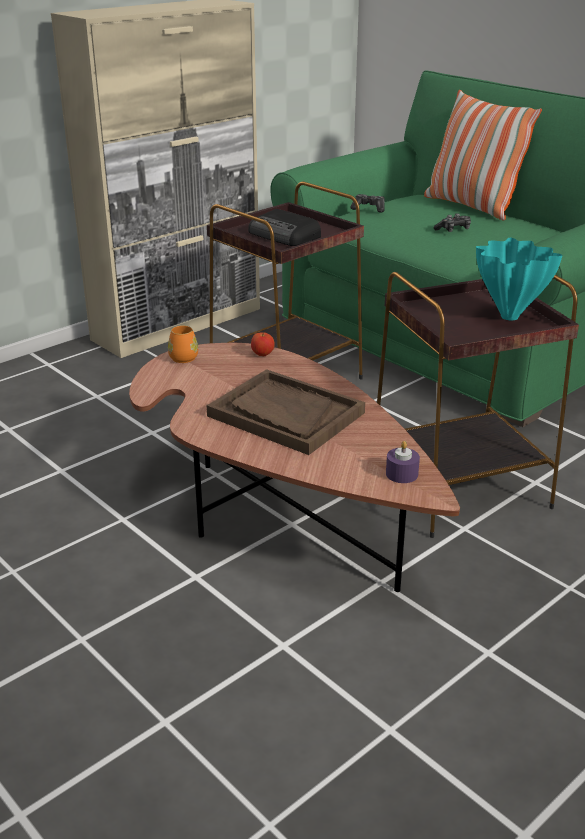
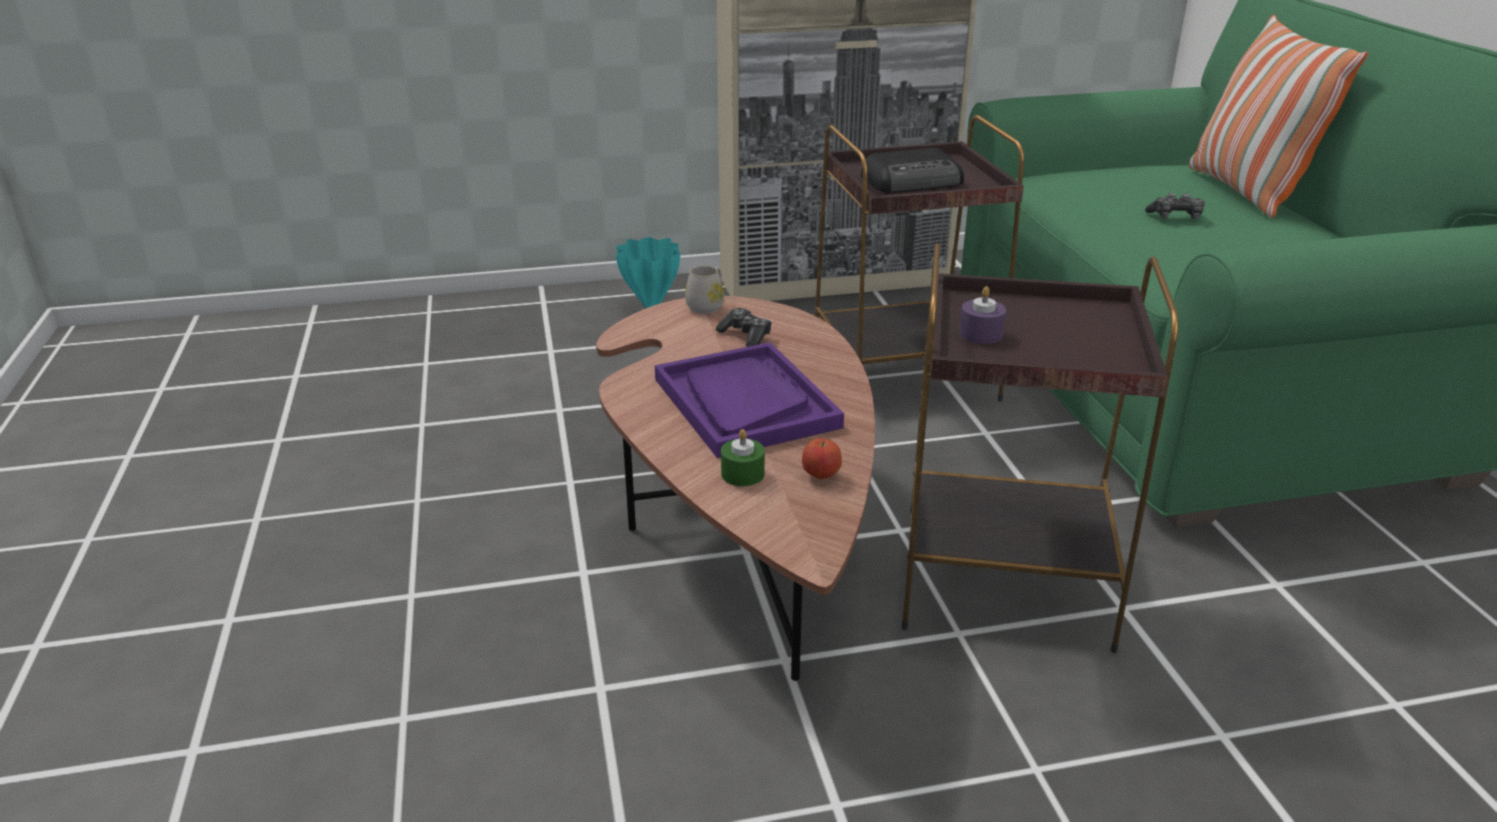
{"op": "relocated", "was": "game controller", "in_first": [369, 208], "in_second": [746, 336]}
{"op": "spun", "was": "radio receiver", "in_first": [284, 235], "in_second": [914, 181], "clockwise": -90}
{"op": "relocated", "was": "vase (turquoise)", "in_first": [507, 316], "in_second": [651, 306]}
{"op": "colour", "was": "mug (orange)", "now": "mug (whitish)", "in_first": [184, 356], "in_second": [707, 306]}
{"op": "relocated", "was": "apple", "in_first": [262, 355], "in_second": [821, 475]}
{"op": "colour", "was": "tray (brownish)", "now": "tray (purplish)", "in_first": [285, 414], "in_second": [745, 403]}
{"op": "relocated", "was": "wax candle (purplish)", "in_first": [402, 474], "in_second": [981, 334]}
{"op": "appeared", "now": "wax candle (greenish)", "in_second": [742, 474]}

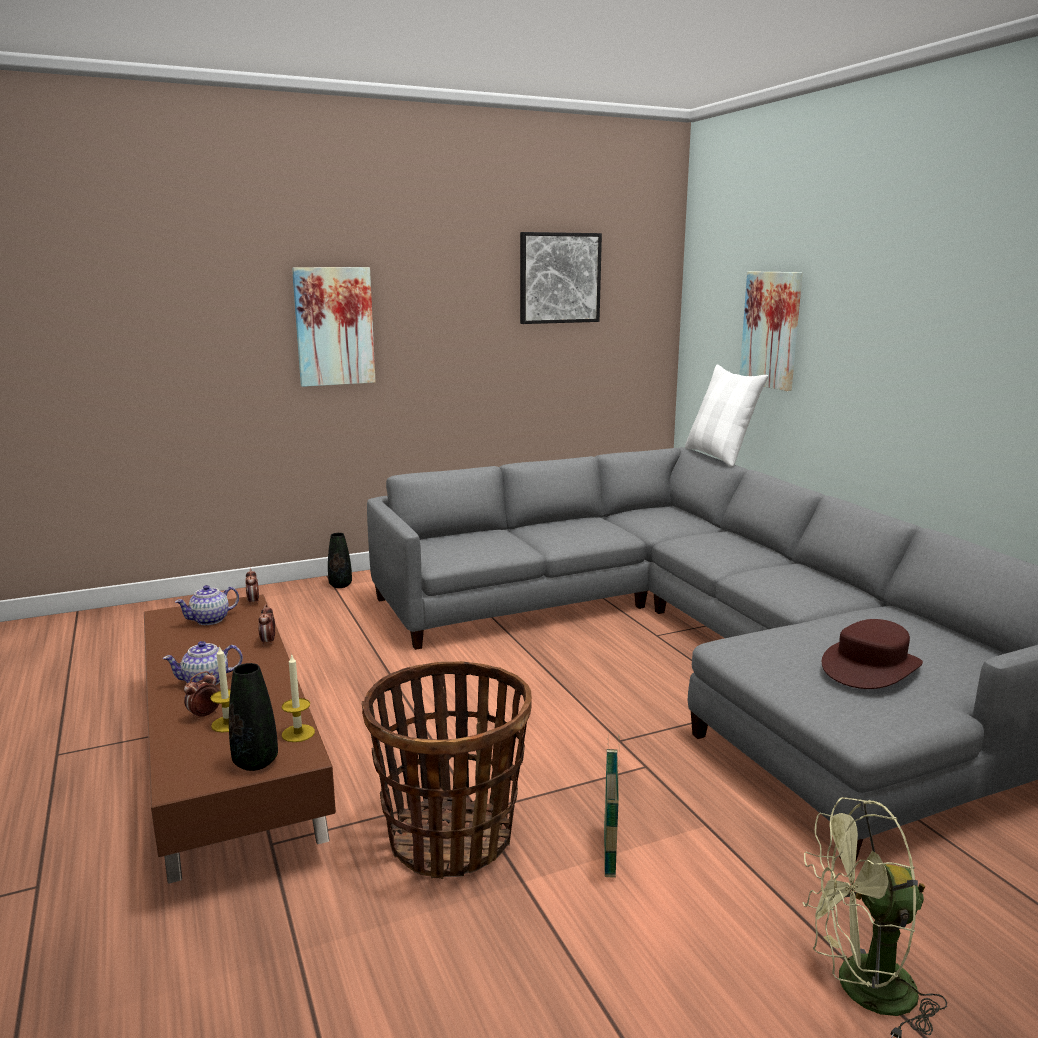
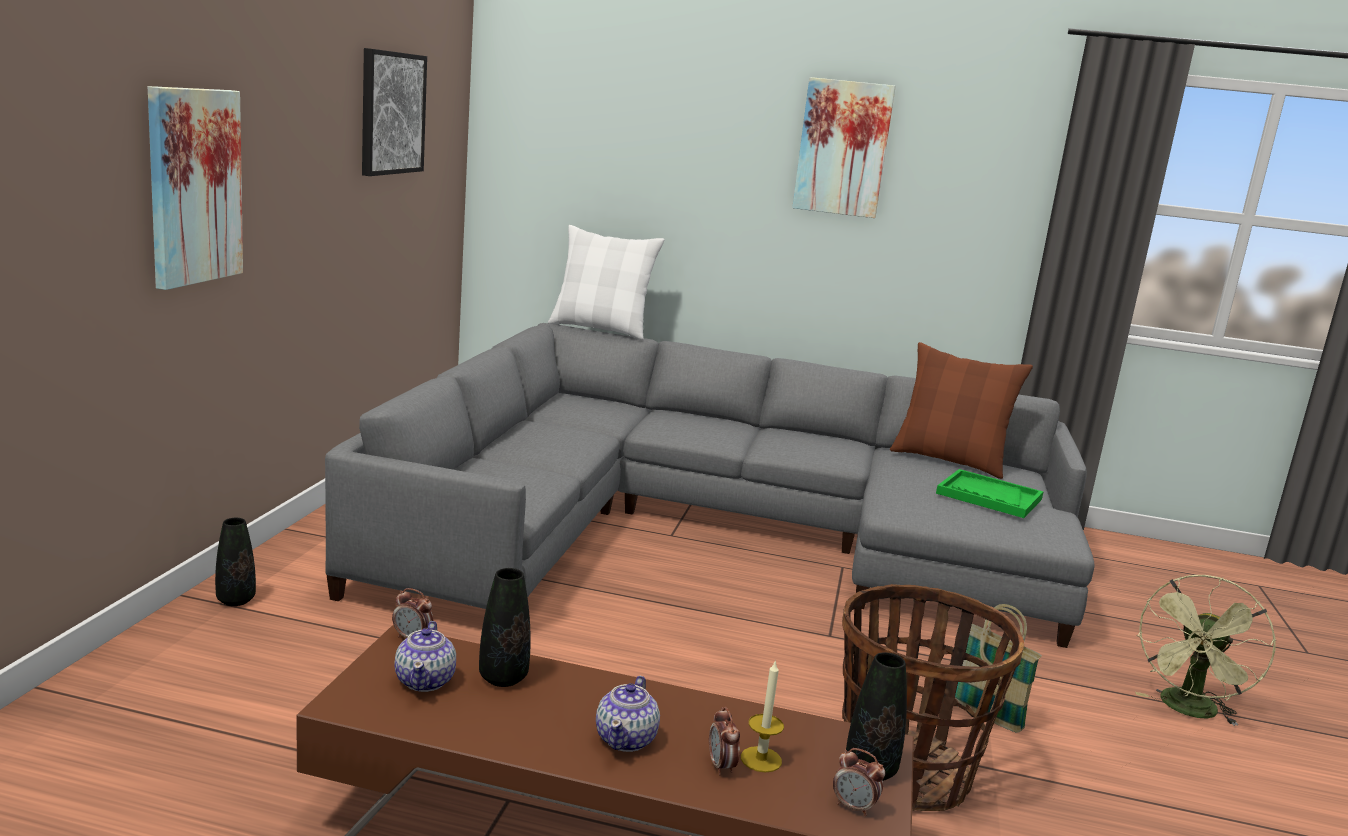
{"op": "relocated", "was": "picture", "in_first": [771, 330], "in_second": [843, 148]}
{"op": "relocated", "was": "bedside clock", "in_first": [268, 642], "in_second": [854, 807]}
{"op": "exchanged", "was": "clothing hat (brownish)", "now": "tray (greenish)", "in_first": [870, 667], "in_second": [988, 496]}
{"op": "missing", "was": "wax candle", "in_first": [298, 733]}
{"op": "appeared", "now": "throw pillow (brownish)", "in_second": [949, 460]}
{"op": "appeared", "now": "vase (blackish)", "in_second": [503, 678]}

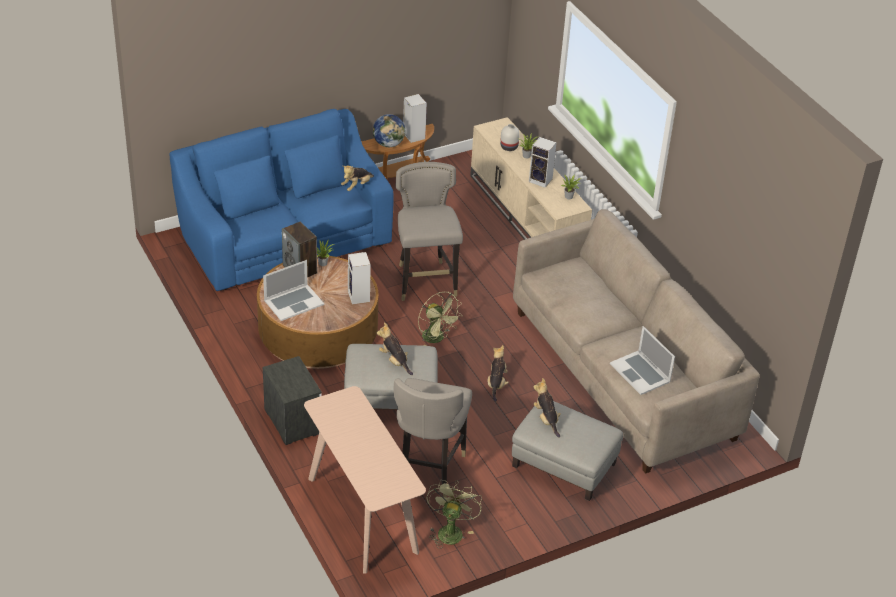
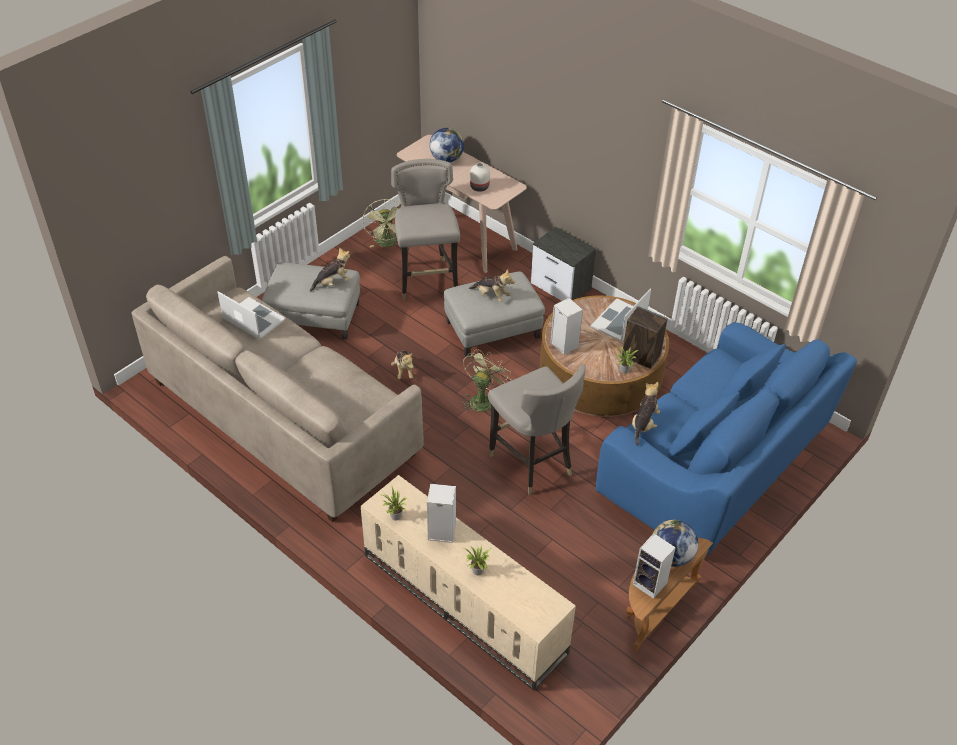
{"op": "relocated", "was": "vase (whitish)", "in_first": [508, 147], "in_second": [480, 187]}
{"op": "spun", "was": "cooling fan (greenish)", "in_first": [437, 338], "in_second": [483, 399], "clockwise": 90}
{"op": "spun", "was": "cuddly toy", "in_first": [546, 419], "in_second": [333, 283], "clockwise": -75}
{"op": "appeared", "now": "world globe", "in_second": [446, 159]}

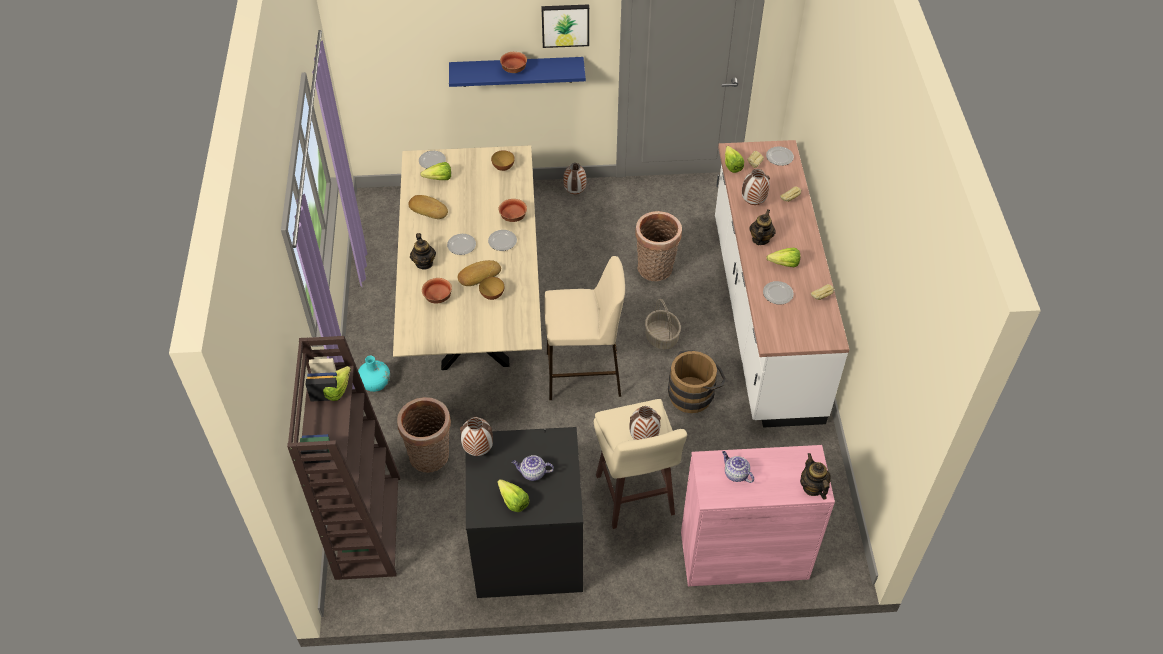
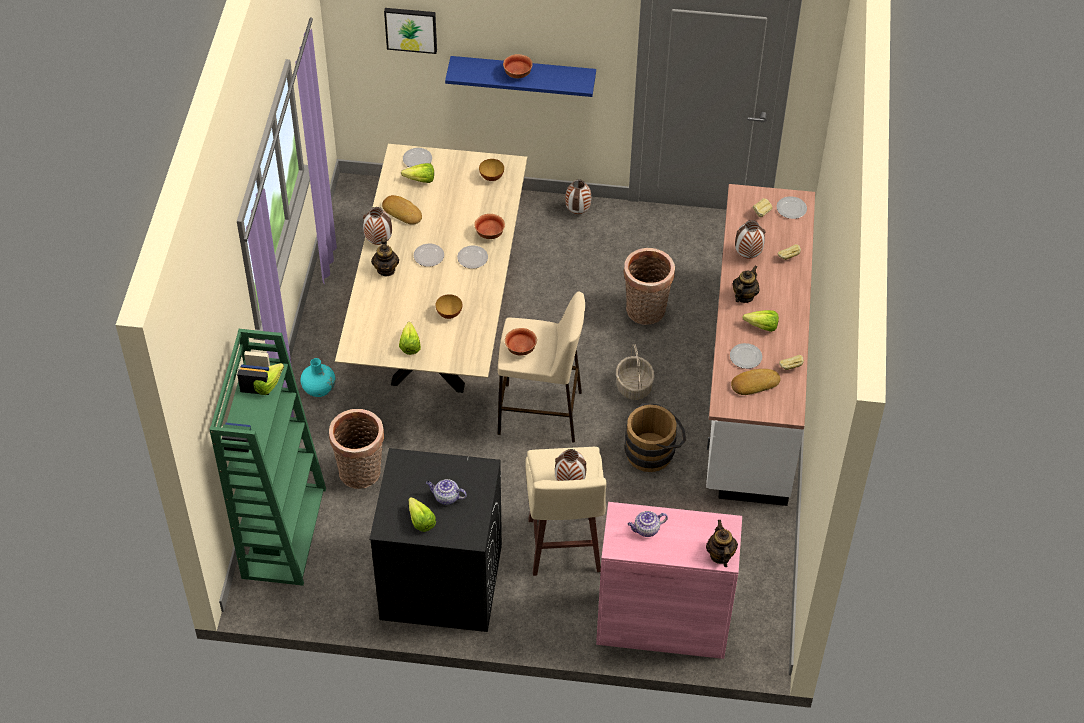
{"op": "relocated", "was": "picture", "in_first": [565, 24], "in_second": [411, 29]}
{"op": "relocated", "was": "lettuce", "in_first": [731, 164], "in_second": [410, 343]}
{"op": "relocated", "was": "bread", "in_first": [478, 275], "in_second": [754, 383]}
{"op": "relocated", "was": "serving bowl", "in_first": [438, 298], "in_second": [520, 350]}
{"op": "colour", "was": "bookshelf (brownish)", "now": "bookshelf (greenish)", "in_first": [367, 525], "in_second": [283, 531]}
{"op": "relocated", "was": "vase", "in_first": [478, 451], "in_second": [378, 242]}
{"op": "spun", "was": "tea pot", "in_first": [735, 474], "in_second": [646, 530], "clockwise": -75}

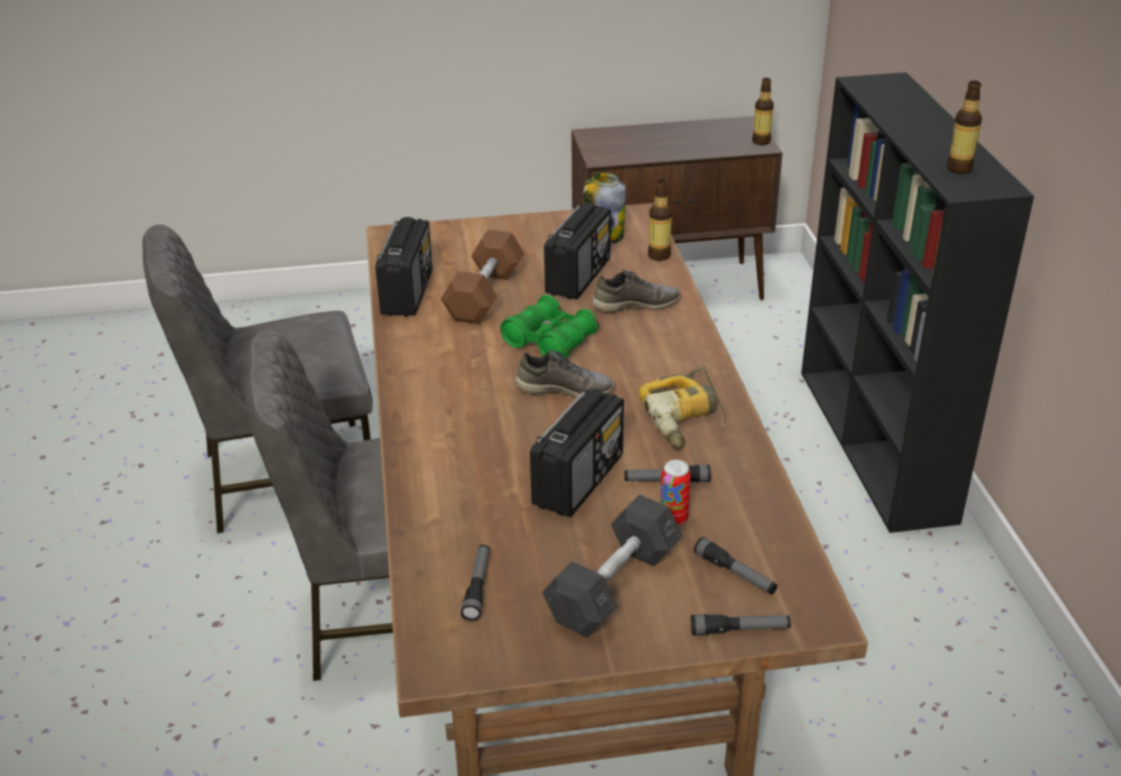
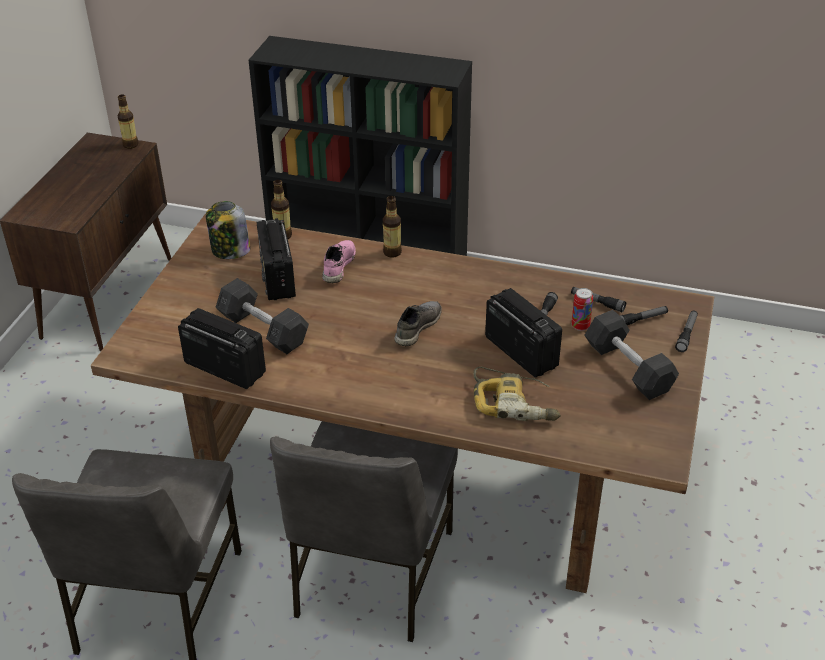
{"op": "relocated", "was": "drink bottle", "in_first": [959, 169], "in_second": [392, 252]}
{"op": "spun", "was": "radio receiver", "in_first": [579, 276], "in_second": [277, 278], "clockwise": -150}
{"op": "colour", "was": "hand weight (brownish)", "now": "hand weight (greyish)", "in_first": [484, 294], "in_second": [263, 329]}
{"op": "colour", "was": "low shoe (greyish)", "now": "low shoe (pinkish)", "in_first": [635, 304], "in_second": [338, 266]}
{"op": "missing", "was": "field glasses (greenish)", "in_first": [550, 341]}
{"op": "relocated", "was": "drill", "in_first": [686, 418], "in_second": [515, 403]}
{"op": "relocated", "was": "hand torch", "in_first": [477, 587], "in_second": [597, 302]}

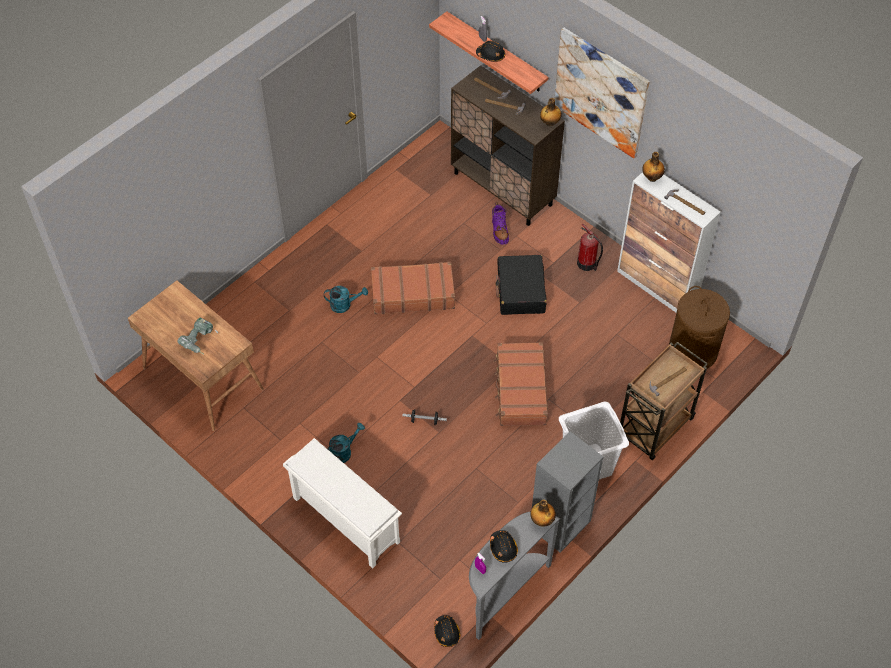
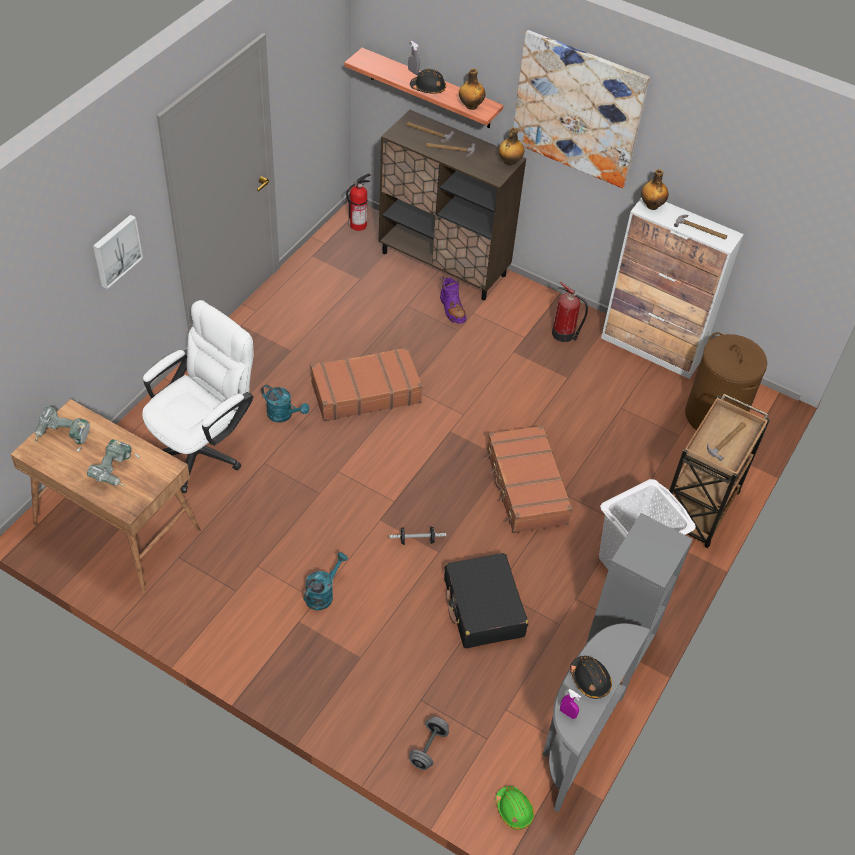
{"op": "relocated", "was": "piece of luggage (blackish)", "in_first": [520, 291], "in_second": [483, 608]}
{"op": "spun", "was": "watering can (turquoise)", "in_first": [344, 305], "in_second": [284, 415], "clockwise": 45}
{"op": "missing", "was": "shoe shelf (whitish)", "in_first": [344, 519]}
{"op": "relocated", "was": "drink bottle", "in_first": [542, 520], "in_second": [470, 106]}
{"op": "colour", "was": "safety helmet (blackish)", "now": "safety helmet (greenish)", "in_first": [446, 633], "in_second": [514, 810]}
{"op": "appeared", "now": "fire extinguisher", "in_second": [358, 224]}
{"op": "appeared", "now": "picture", "in_second": [116, 250]}
{"op": "appeared", "now": "computer chair (whitish)", "in_second": [204, 447]}
{"op": "appeared", "now": "drill", "in_second": [63, 436]}
{"op": "appeared", "now": "hand weight (greyish)", "in_second": [428, 748]}

